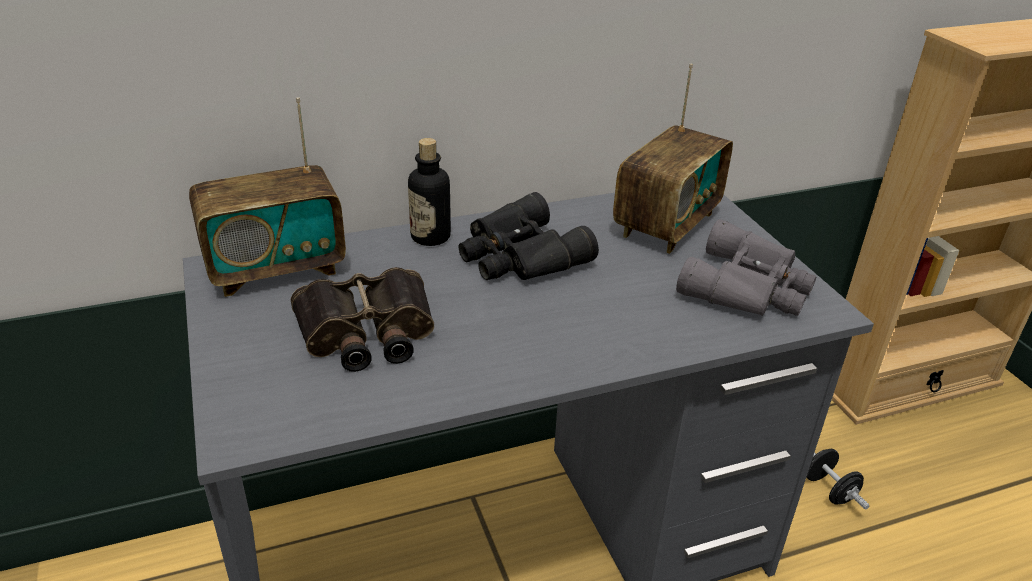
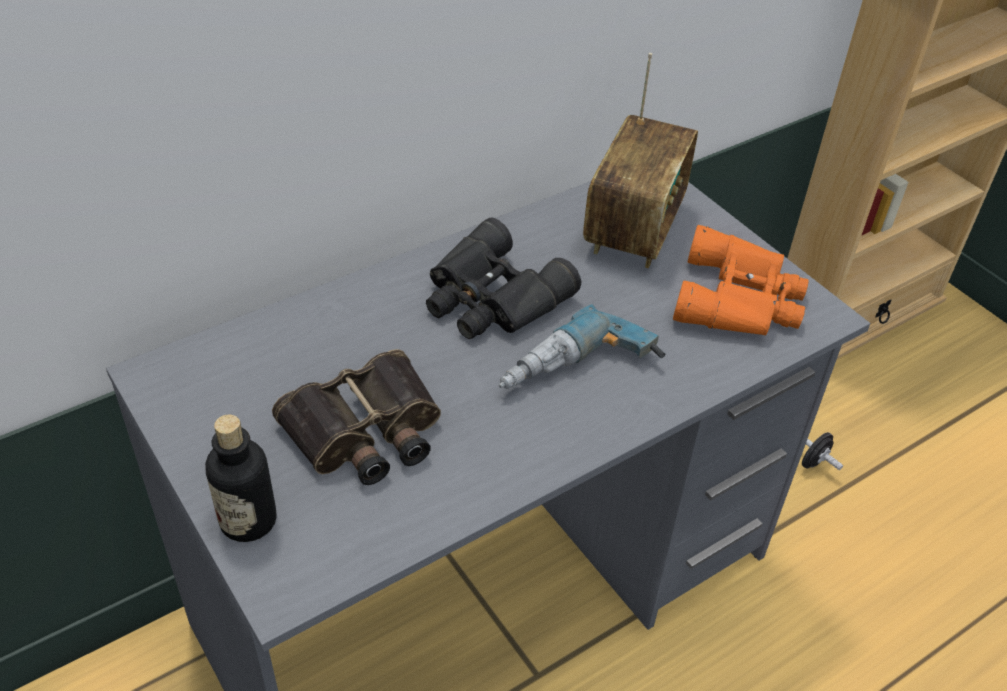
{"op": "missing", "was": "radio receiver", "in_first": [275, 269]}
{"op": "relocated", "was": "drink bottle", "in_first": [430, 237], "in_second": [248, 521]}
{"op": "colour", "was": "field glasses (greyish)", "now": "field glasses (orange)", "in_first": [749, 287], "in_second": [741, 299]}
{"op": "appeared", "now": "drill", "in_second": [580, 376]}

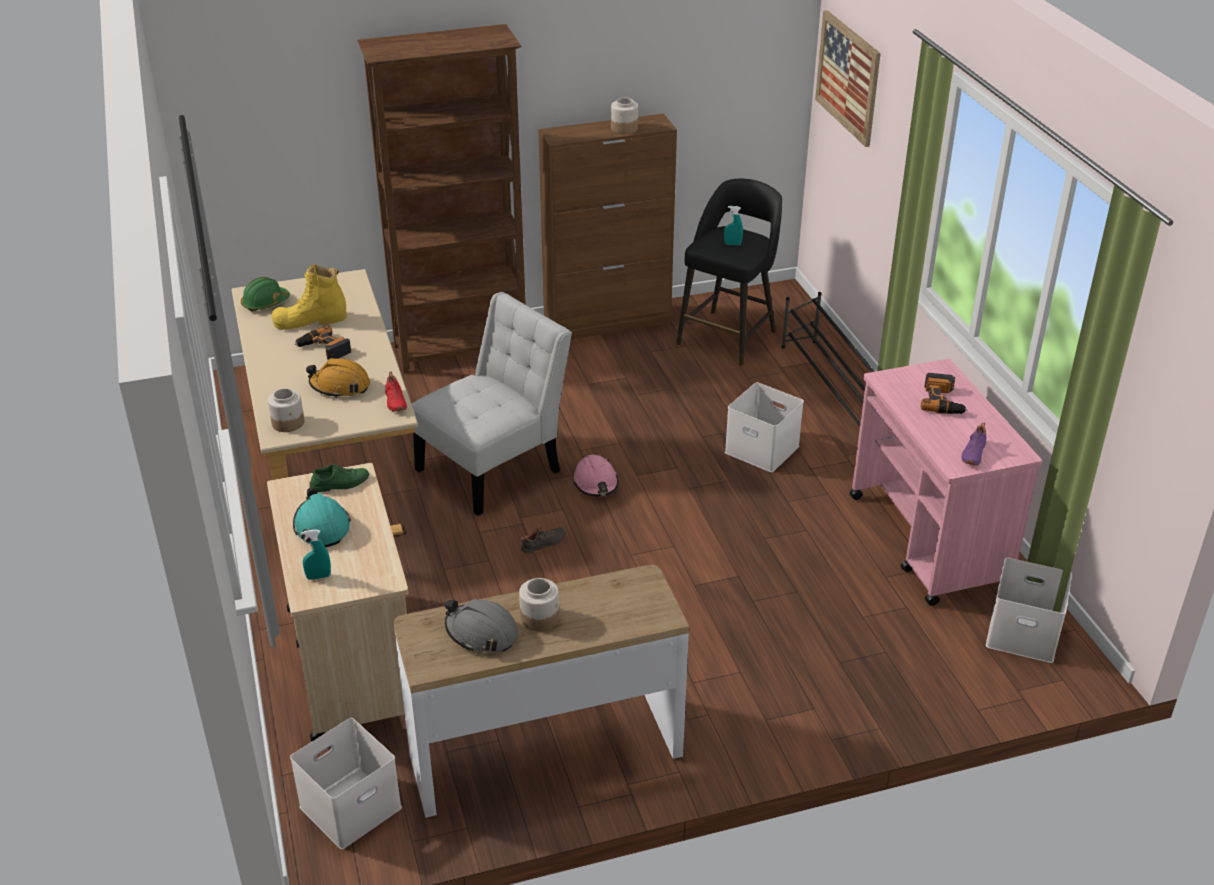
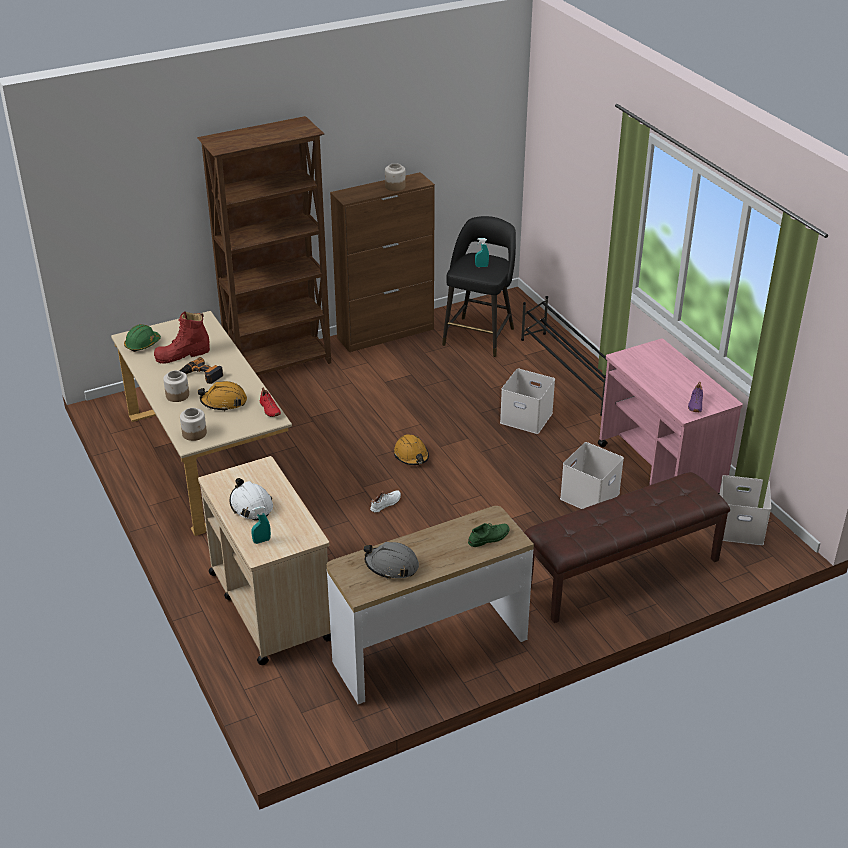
{"op": "missing", "was": "picture", "in_first": [848, 77]}
{"op": "colour", "was": "high-top boot (yellow-coloured)", "now": "high-top boot (reddish)", "in_first": [310, 320], "in_second": [182, 354]}
{"op": "missing", "was": "chair (whitish)", "in_first": [494, 467]}
{"op": "missing", "was": "drill", "in_first": [943, 401]}
{"op": "colour", "was": "safety helmet (pinkish)", "now": "safety helmet (orange)", "in_first": [596, 483], "in_second": [411, 456]}
{"op": "relocated", "was": "low shoe (greenish)", "in_first": [340, 483], "in_second": [489, 538]}
{"op": "colour", "was": "safety helmet (turquoise)", "now": "safety helmet (whitish)", "in_first": [321, 527], "in_second": [251, 505]}
{"op": "colour", "was": "low shoe (blackish)", "now": "low shoe (whitish)", "in_first": [544, 545], "in_second": [386, 504]}
{"op": "relocated", "was": "jar", "in_first": [540, 618], "in_second": [178, 395]}
{"op": "relocated", "was": "storage box (whitish)", "in_first": [350, 809], "in_second": [590, 497]}
{"op": "appeared", "now": "indoor bench (brownish)", "in_second": [622, 574]}

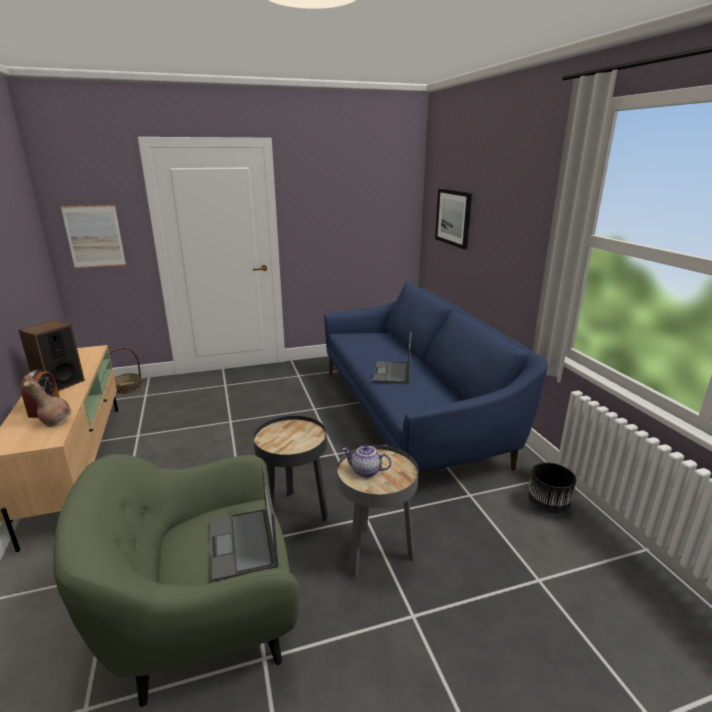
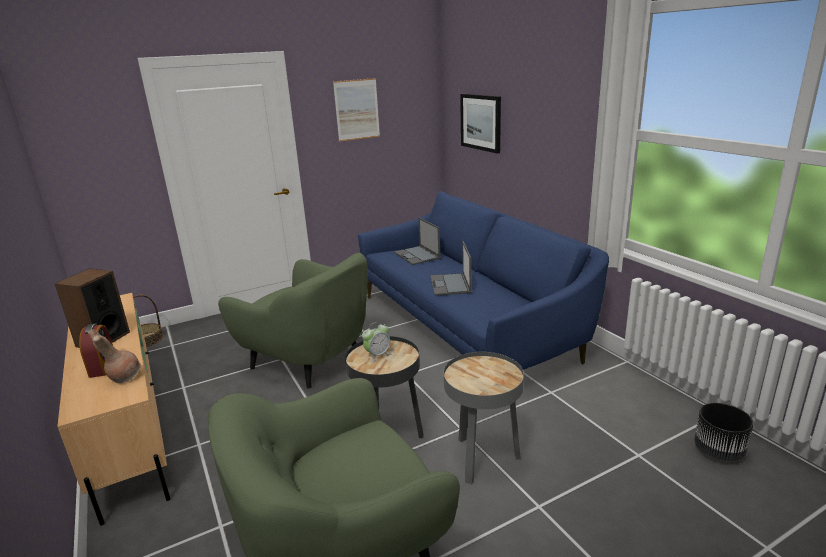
{"op": "relocated", "was": "picture", "in_first": [94, 236], "in_second": [357, 109]}
{"op": "missing", "was": "tea pot", "in_first": [365, 472]}
{"op": "relocated", "was": "portable computer", "in_first": [243, 544], "in_second": [417, 255]}
{"op": "relocated", "was": "flower pot (blackish)", "in_first": [548, 505], "in_second": [719, 451]}
{"op": "appeared", "now": "armchair (greenish)", "in_second": [308, 360]}
{"op": "appeared", "now": "bedside clock", "in_second": [377, 355]}

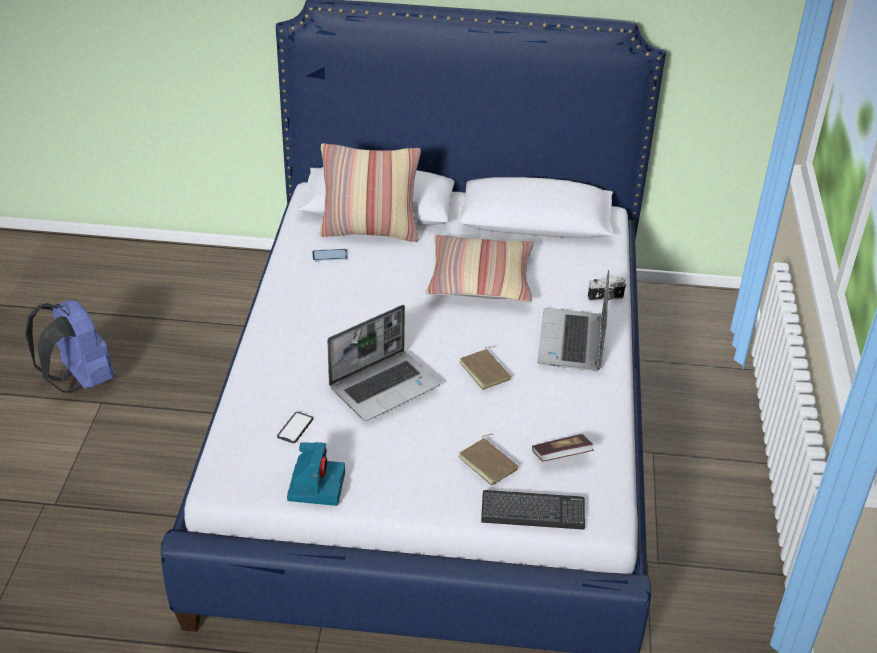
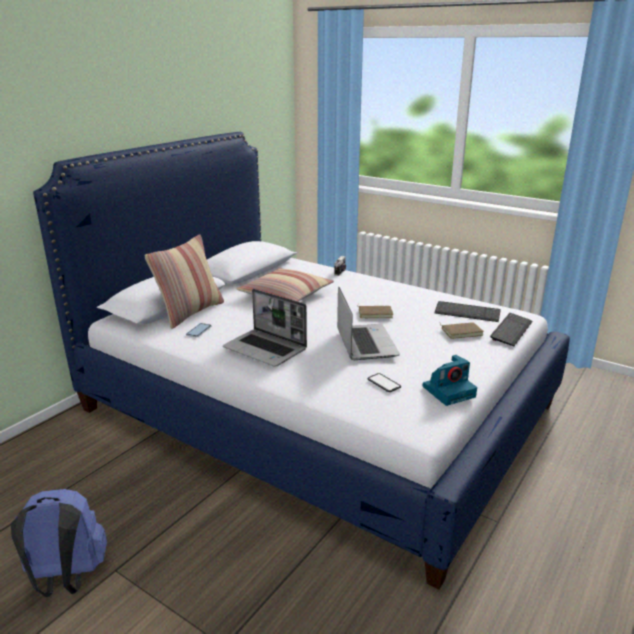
{"op": "relocated", "was": "portable computer", "in_first": [572, 342], "in_second": [266, 349]}
{"op": "exchanged", "was": "book", "now": "keyboard", "in_first": [561, 456], "in_second": [467, 313]}
{"op": "spun", "was": "still camera", "in_first": [316, 485], "in_second": [449, 391], "clockwise": 120}

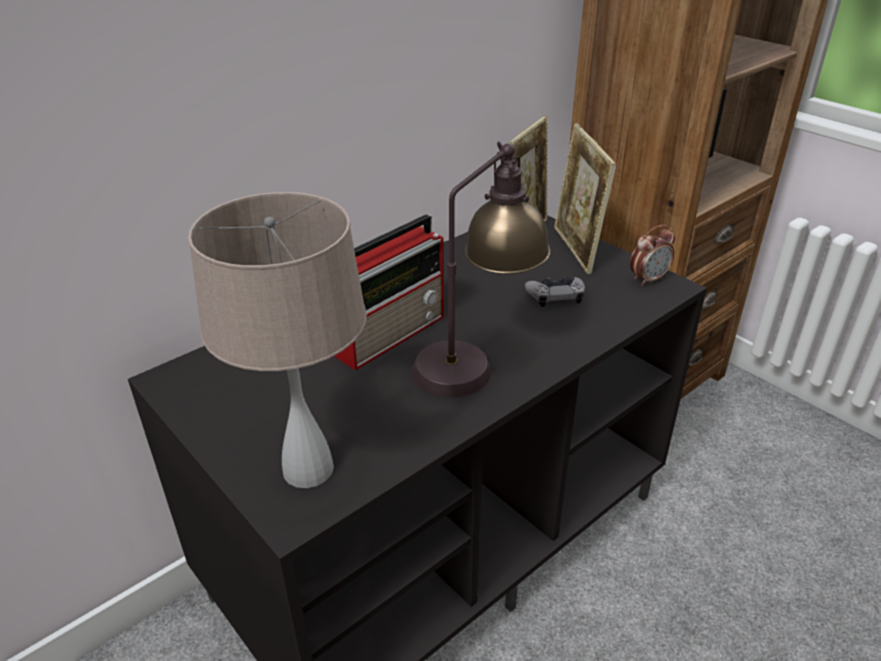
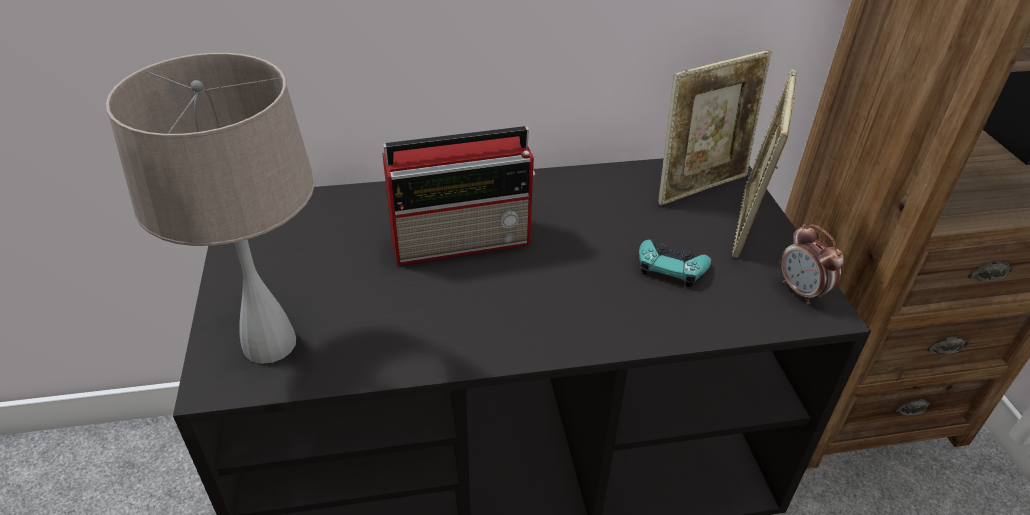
{"op": "missing", "was": "lamp for a table", "in_first": [477, 360]}
{"op": "spun", "was": "bedside clock", "in_first": [648, 279], "in_second": [801, 291], "clockwise": 60}
{"op": "colour", "was": "game controller (greyish)", "now": "game controller (turquoise)", "in_first": [555, 295], "in_second": [671, 267]}

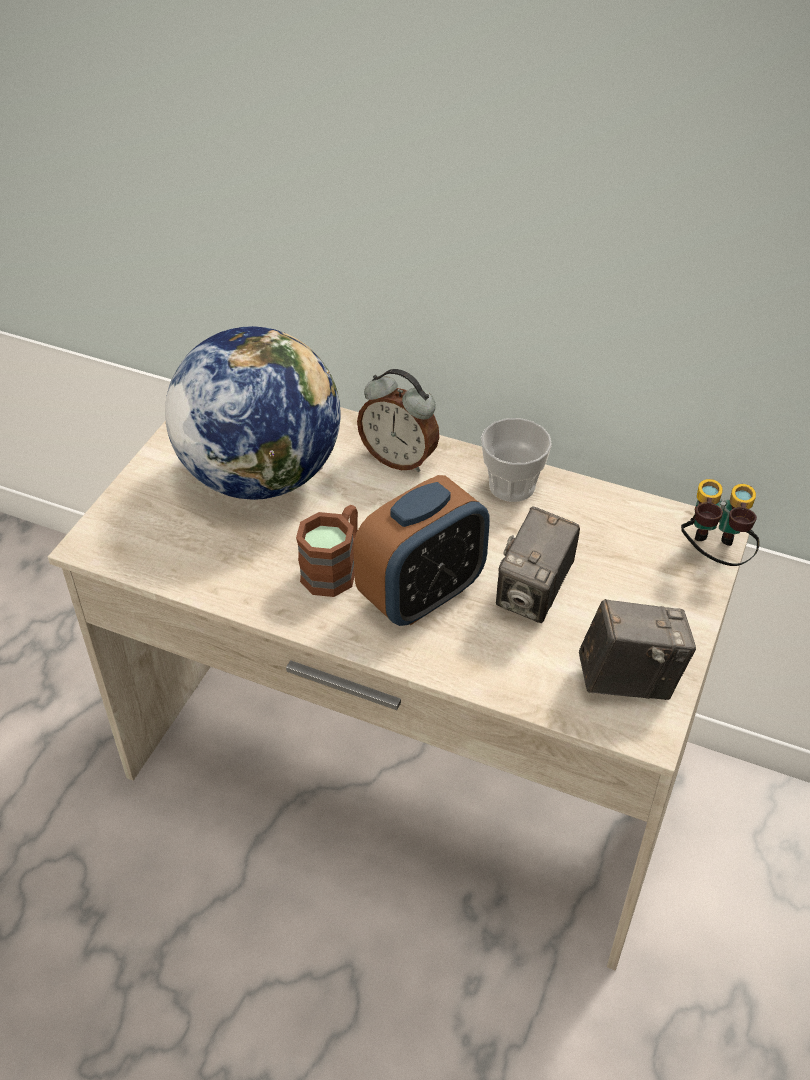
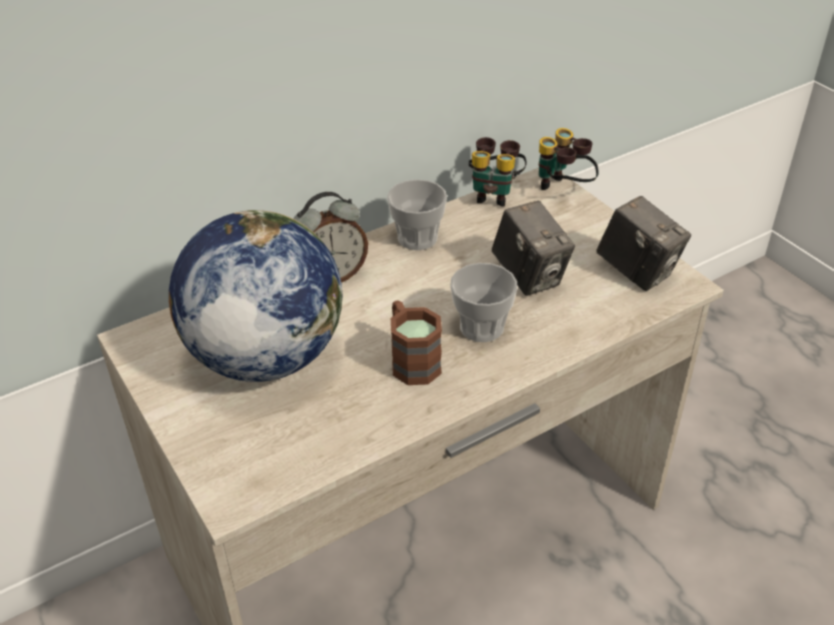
{"op": "exchanged", "was": "bedside clock", "now": "cup", "in_first": [422, 595], "in_second": [481, 327]}
{"op": "spun", "was": "still camera", "in_first": [628, 679], "in_second": [637, 271], "clockwise": 105}
{"op": "appeared", "now": "field glasses", "in_second": [494, 194]}

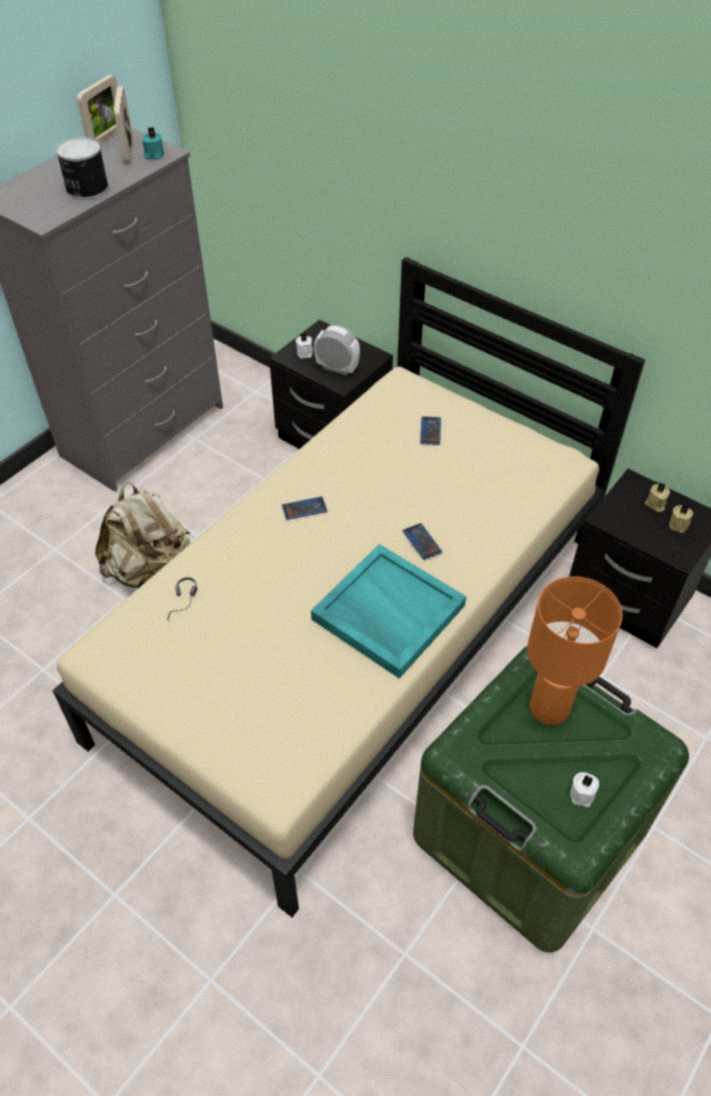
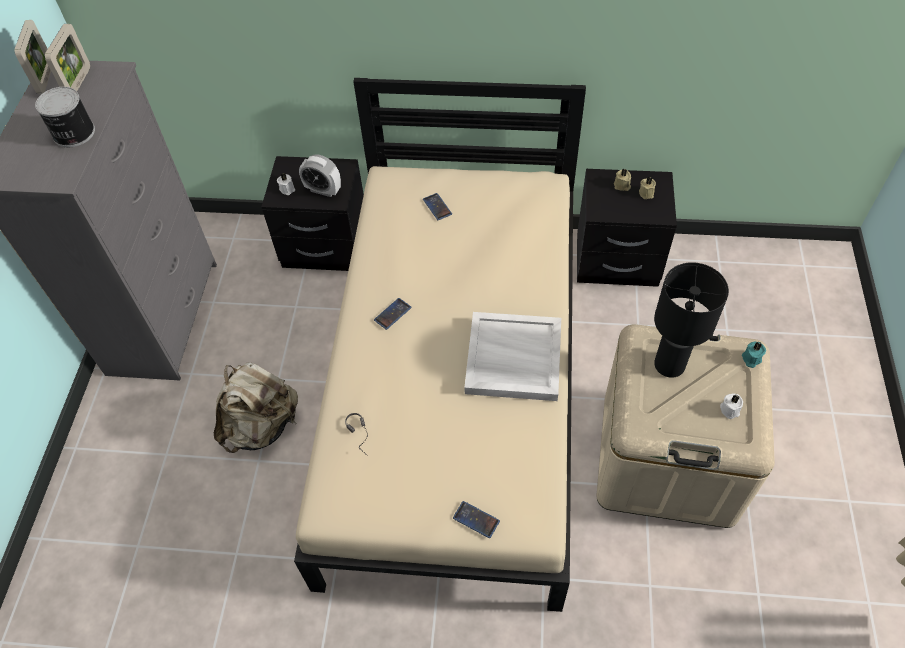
{"op": "spun", "was": "picture frame", "in_first": [129, 151], "in_second": [79, 82], "clockwise": -135}
{"op": "relocated", "was": "wax candle (turquoise)", "in_first": [154, 155], "in_second": [751, 359]}
{"op": "spun", "was": "bedside clock", "in_first": [337, 368], "in_second": [323, 190], "clockwise": -150}
{"op": "relocated", "was": "telephone", "in_first": [422, 542], "in_second": [476, 519]}
{"op": "colour", "was": "tray (turquoise)", "now": "tray (whitish)", "in_first": [387, 612], "in_second": [512, 359]}
{"op": "colour", "was": "lamp for a table (orange)", "now": "lamp for a table (blackish)", "in_first": [549, 709], "in_second": [670, 365]}
{"op": "colour", "was": "storage box (greenish)", "now": "storage box (sand-coloured)", "in_first": [529, 832], "in_second": [667, 457]}

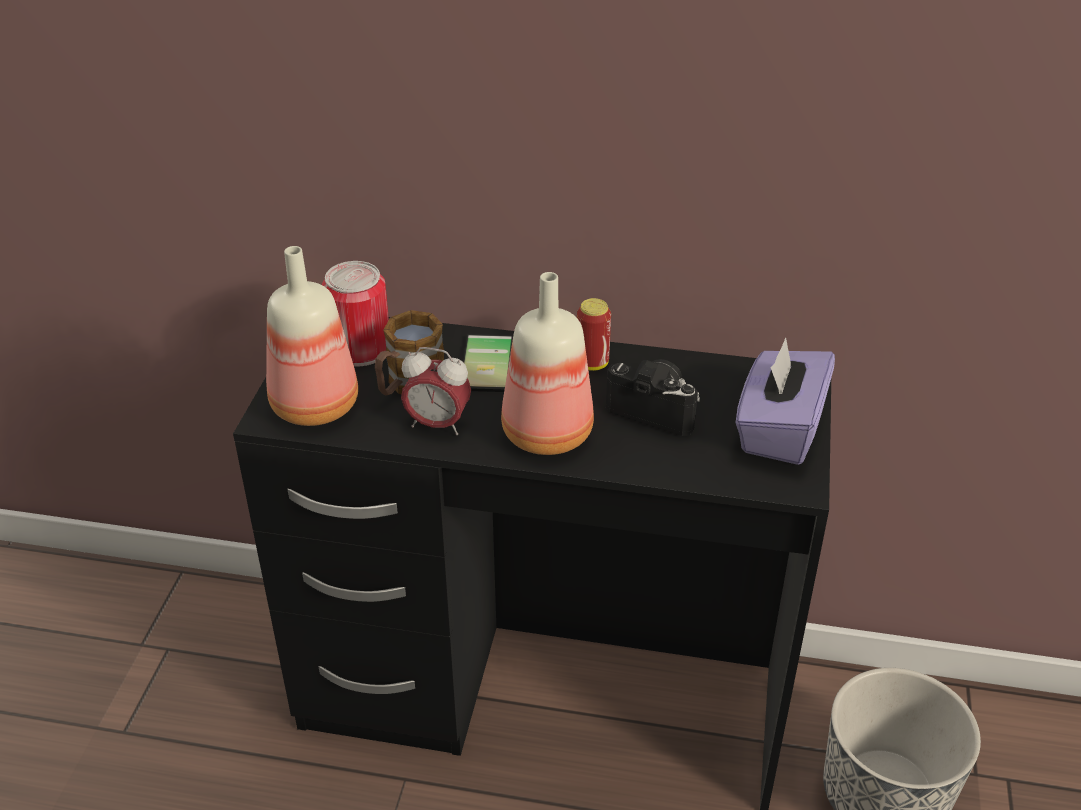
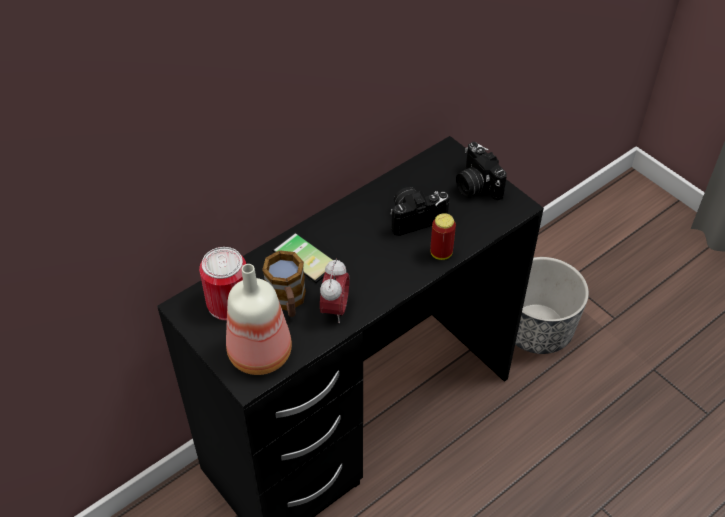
{"op": "missing", "was": "drink bottle", "in_first": [546, 436]}
{"op": "relocated", "was": "can", "in_first": [592, 364], "in_second": [441, 253]}
{"op": "exchanged", "was": "tissue holder (purplish)", "now": "still camera", "in_first": [779, 430], "in_second": [475, 185]}
{"op": "spun", "was": "bedside clock", "in_first": [437, 424], "in_second": [335, 309], "clockwise": -45}

